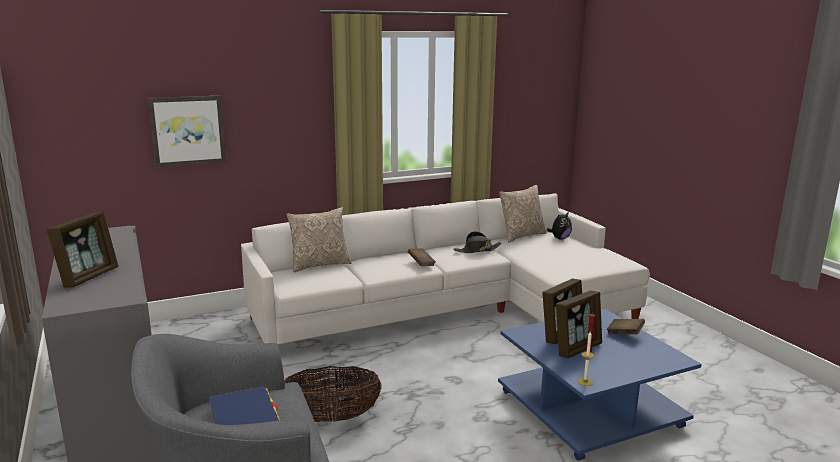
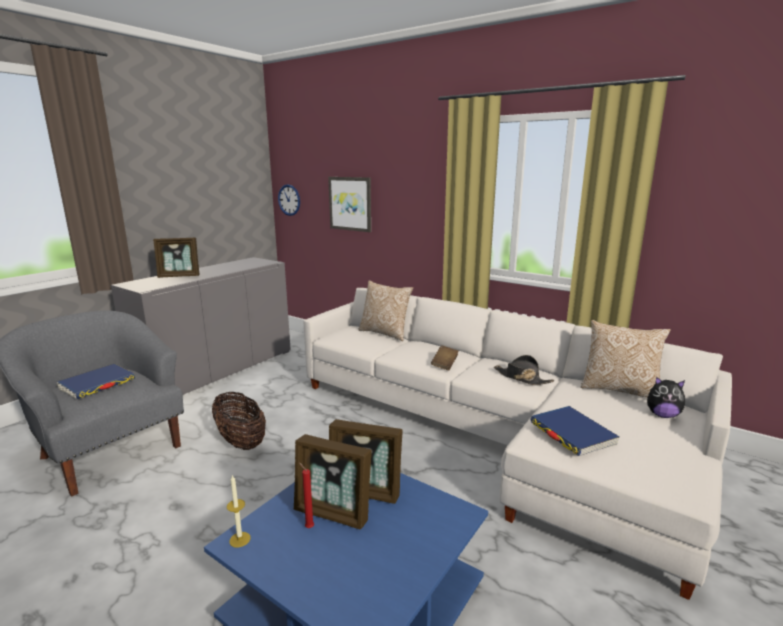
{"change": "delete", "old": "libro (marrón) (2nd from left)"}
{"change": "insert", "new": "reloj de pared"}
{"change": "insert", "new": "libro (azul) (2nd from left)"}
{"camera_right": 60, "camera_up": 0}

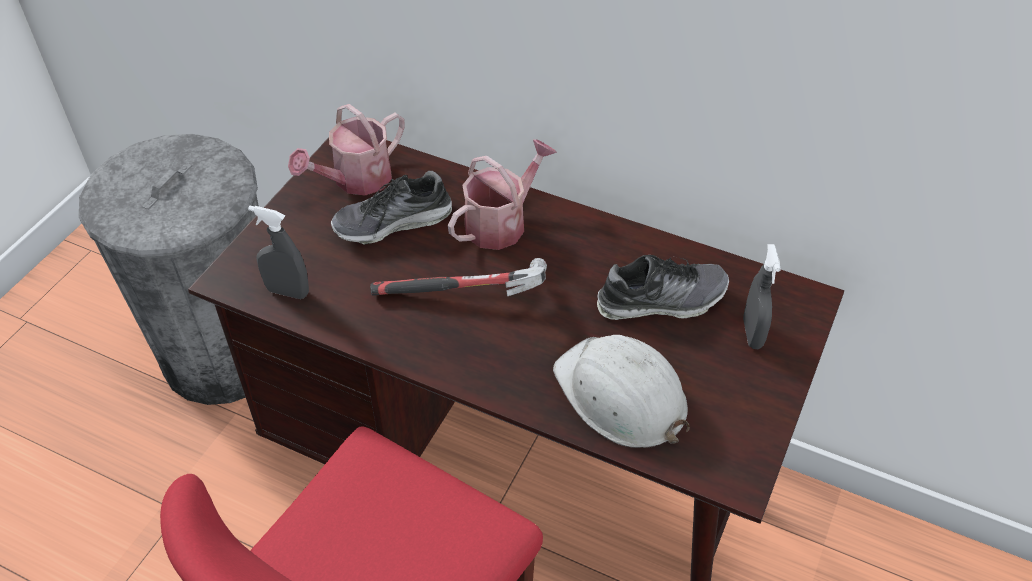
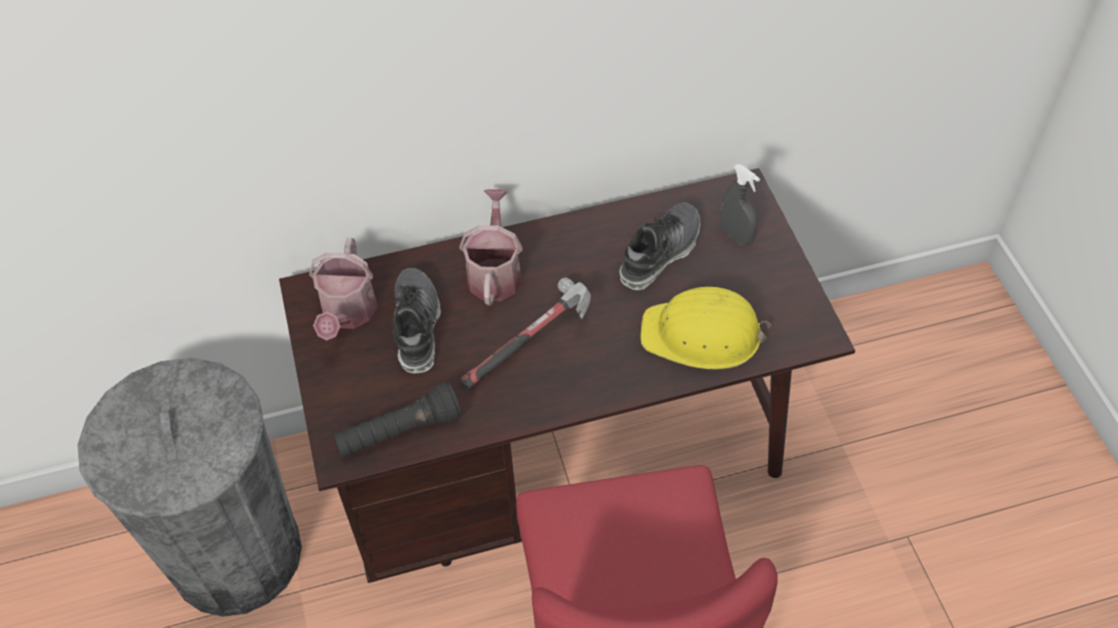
{"change": "replace", "old": "pulverizador (gris) (1st from left)", "new": "linterna (negro)"}
{"change": "recolor", "old": "casco (blanco)", "new": "casco (amarillo)"}
{"change": "rotate", "old": "zapato (1st from left)", "degrees": 150}
{"camera_right": -40, "camera_up": 5}

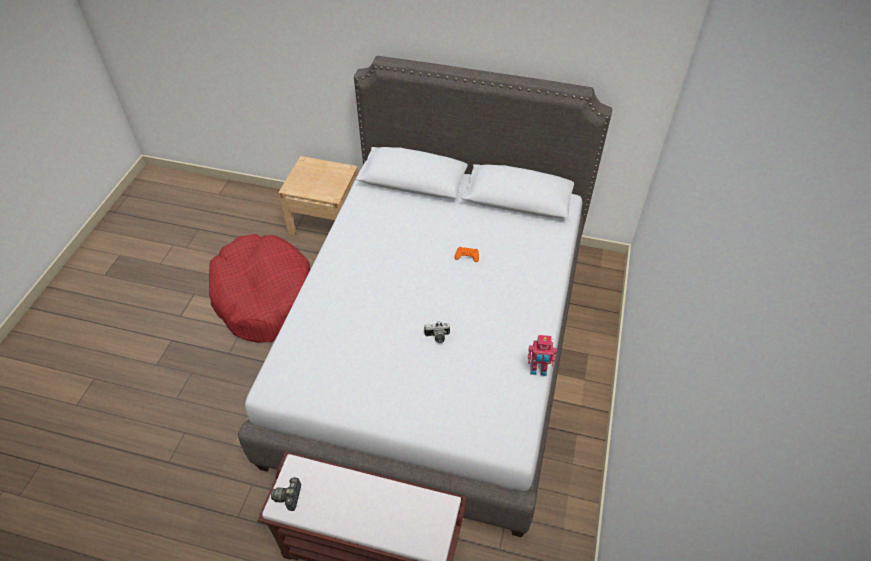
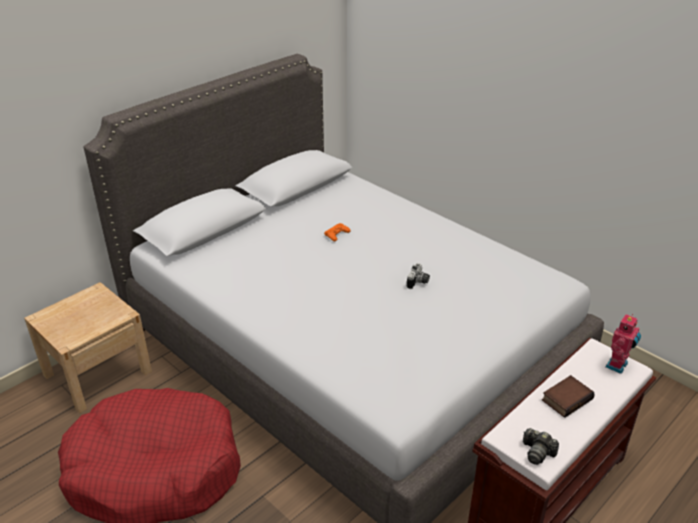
{"change": "insert", "new": "libro"}
{"change": "move", "old": "robot de juguete"}
{"camera_right": -60, "camera_up": -15}

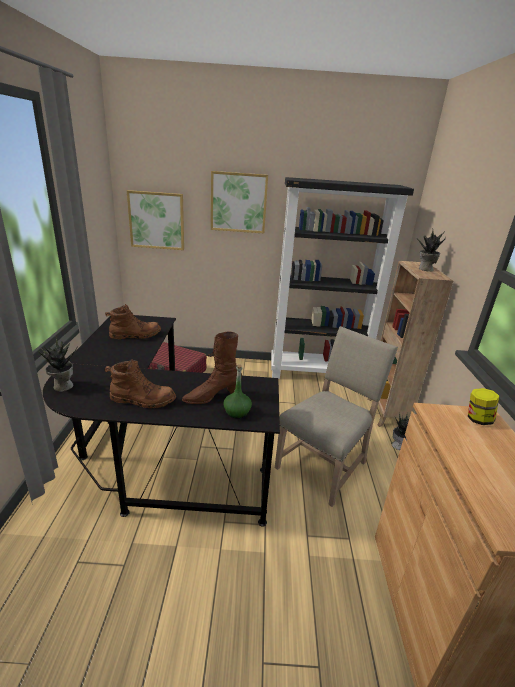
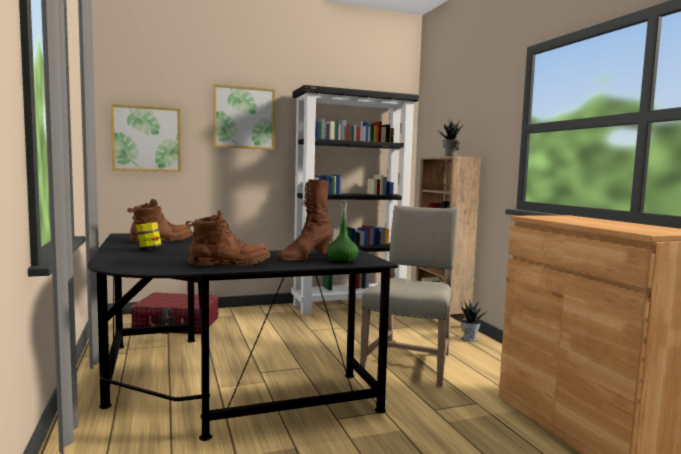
{"change": "delete", "old": "planta en maceta (1st from left)"}
{"change": "move", "old": "tarro"}
{"camera_right": -20, "camera_up": -20}

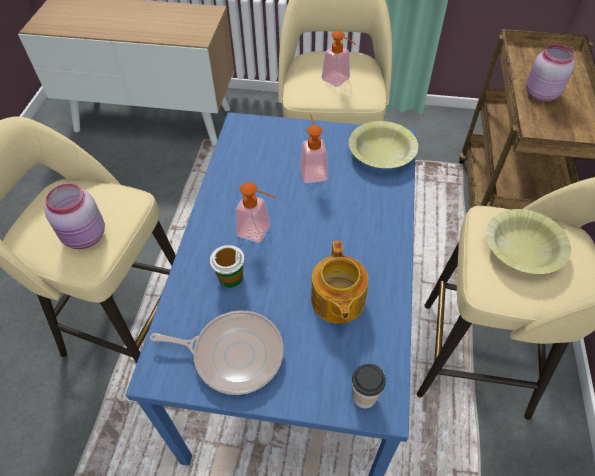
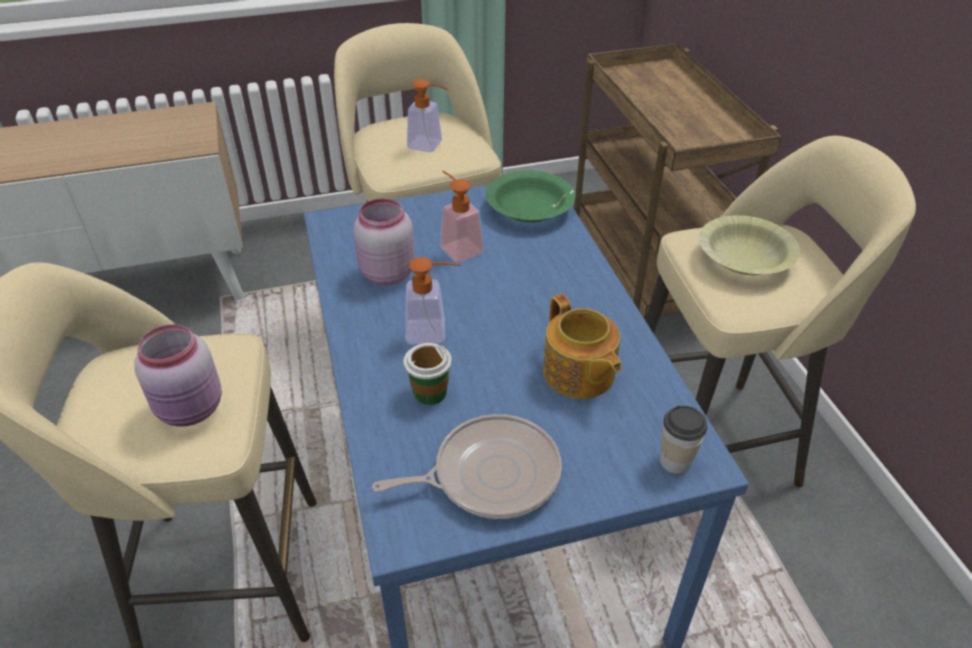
{"change": "move", "old": "tarro (rosa) (2nd from left)"}
{"change": "recolor", "old": "cuenco (amarillo) (1st from left)", "new": "cuenco (verde)"}
{"camera_right": -25, "camera_up": -10}

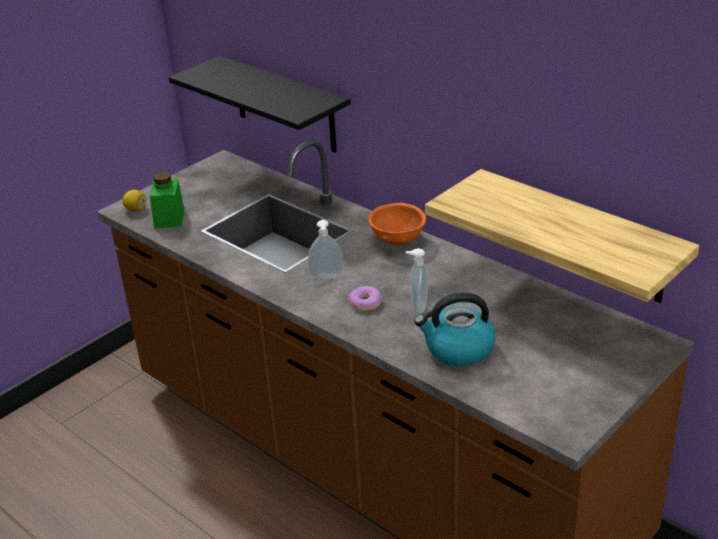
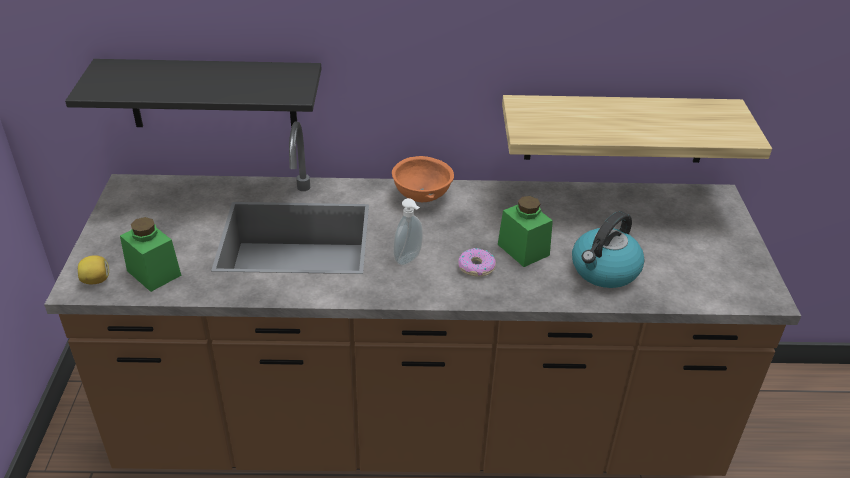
{"change": "replace", "old": "dispensador de jabón (2nd from left)", "new": "tarro (verde) (2nd from left)"}
{"camera_right": -45, "camera_up": 5}

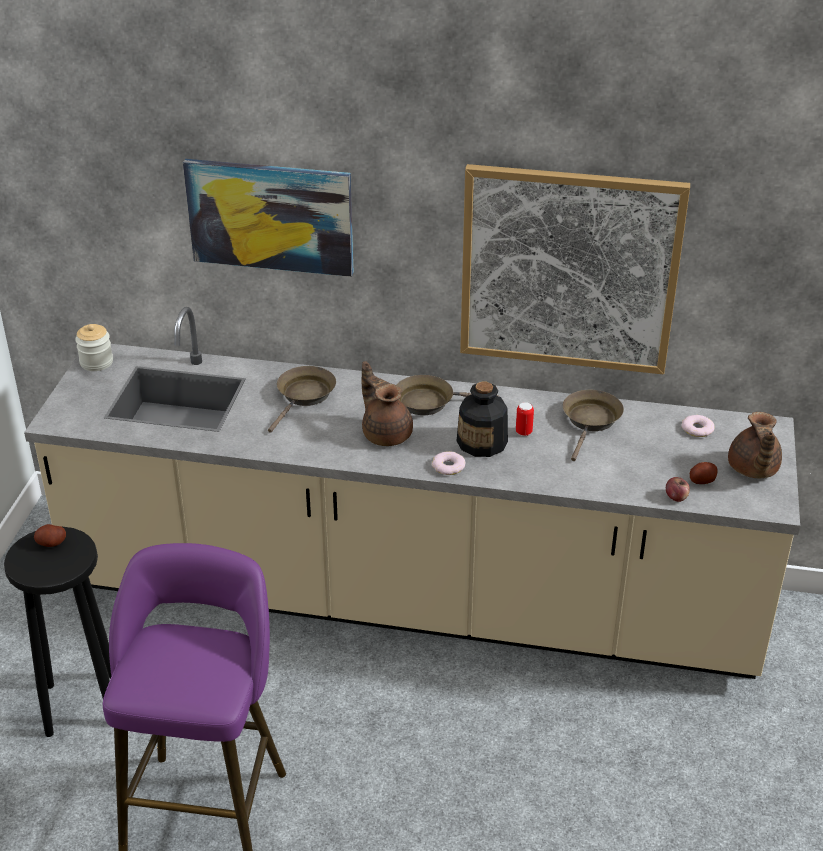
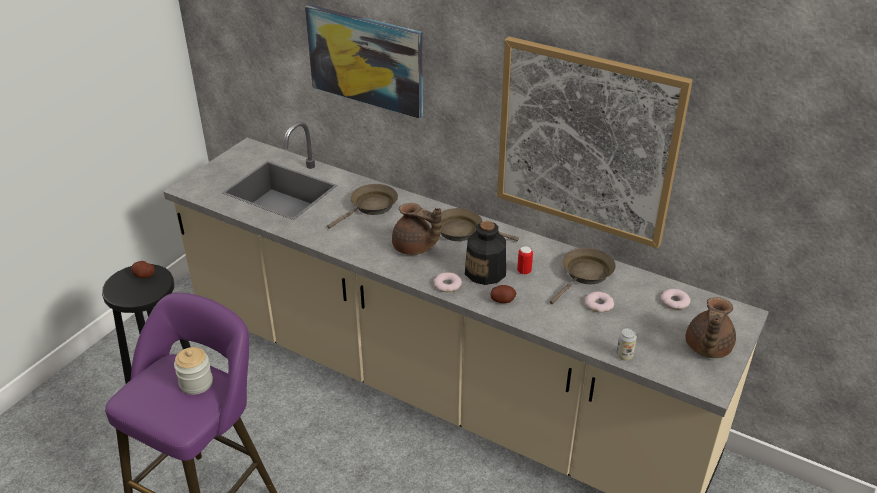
{"change": "insert", "new": "rosquilla (2nd from left)"}
{"change": "move", "old": "tarro"}
{"change": "move", "old": "patata (2nd from left)"}
{"change": "replace", "old": "manzana", "new": "lata (2nd from left)"}
{"change": "rotate", "old": "tetera (marrón) (1st from left)", "degrees": 135}
{"camera_right": 20, "camera_up": 0}

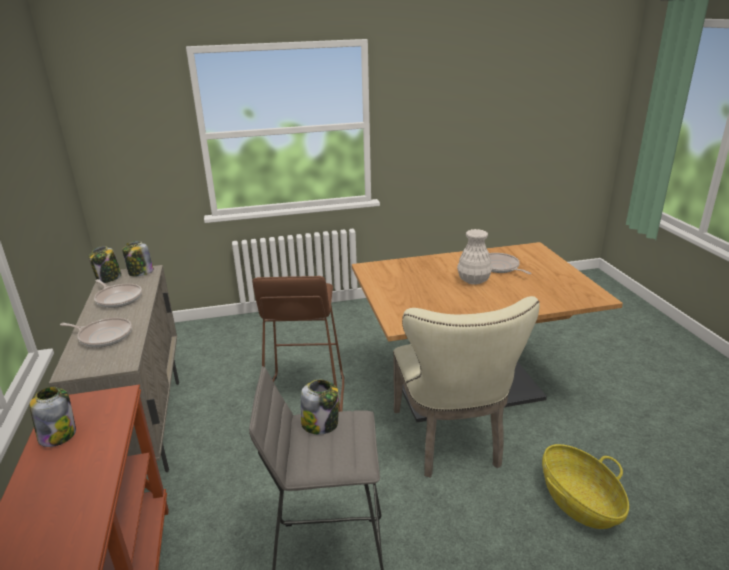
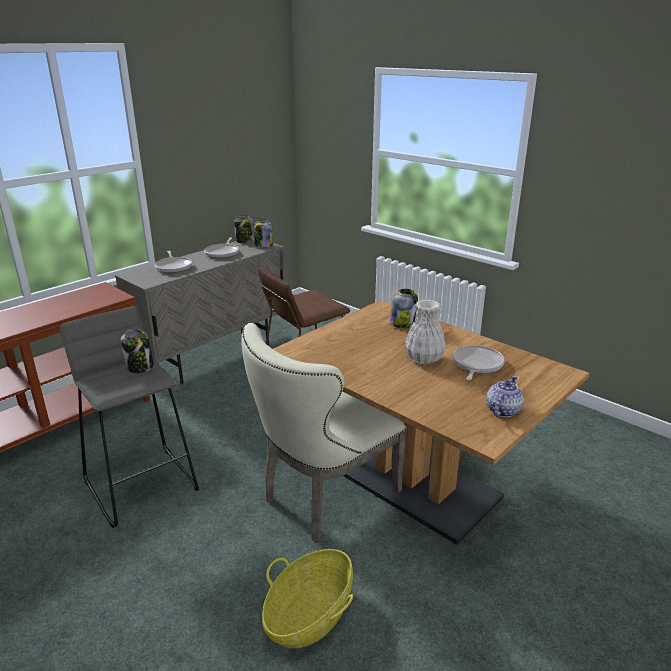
{"change": "insert", "new": "tetera"}
{"change": "move", "old": "tarro (1st from left in the first image)", "new": "tarro (4th from left)"}
{"camera_right": 55, "camera_up": 0}

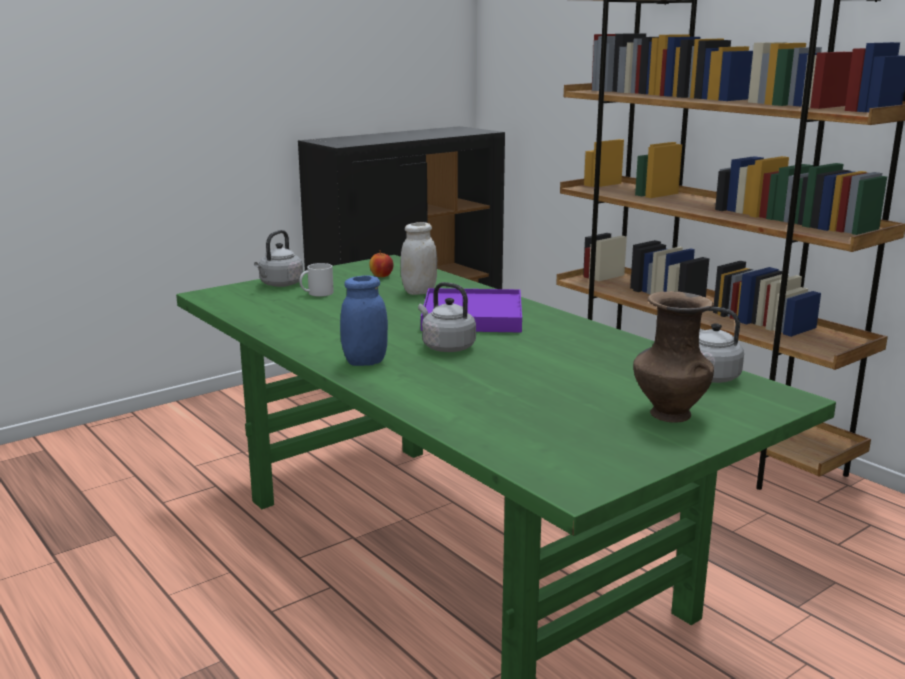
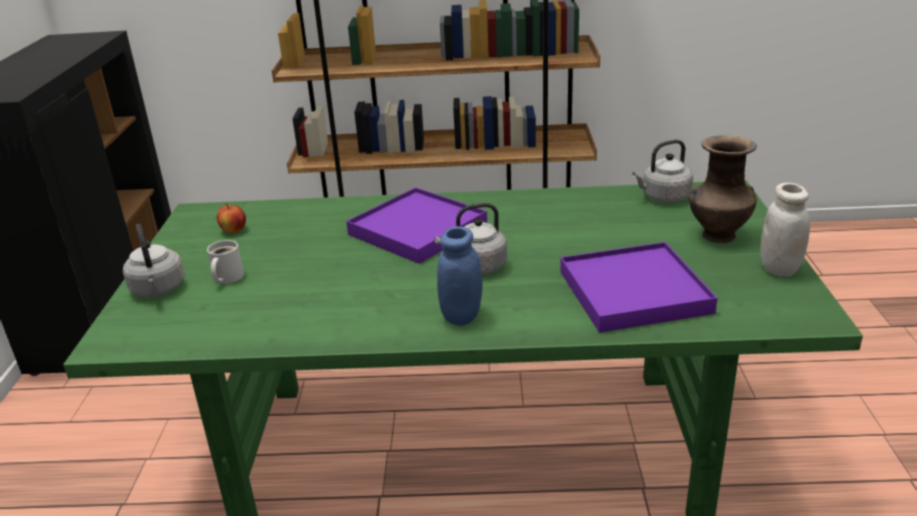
{"change": "insert", "new": "bandeja (morado) (2nd from left)"}
{"change": "move", "old": "tarro (blanco)"}
{"camera_right": -50, "camera_up": 10}

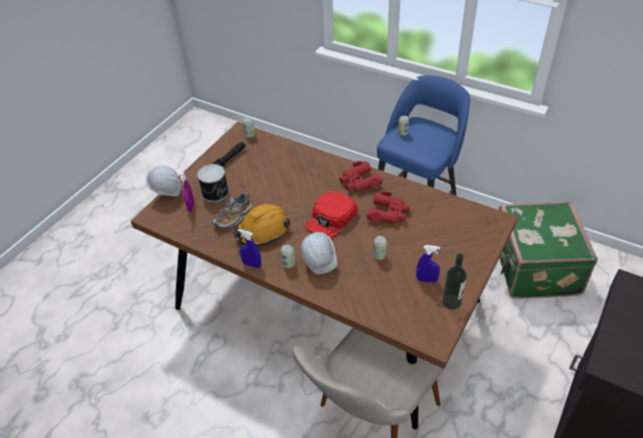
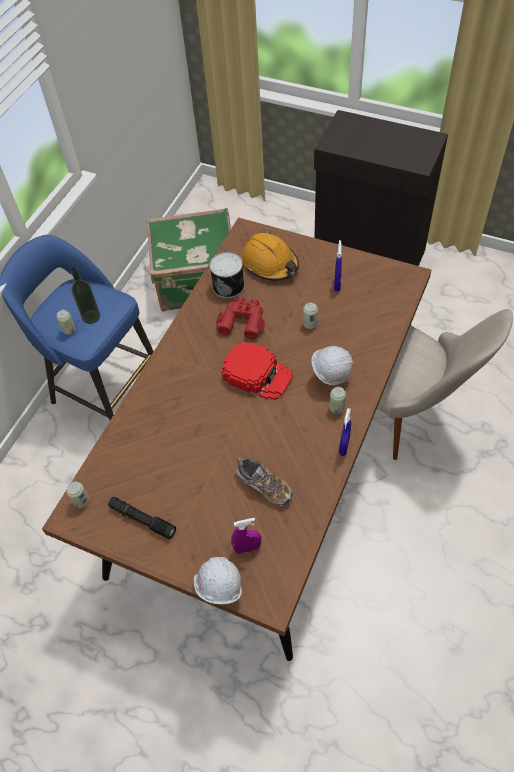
{"change": "delete", "old": "prismáticos (rojo) (1st from left)"}
{"change": "move", "old": "lata (1st from left in the first image)", "new": "lata (3rd from left)"}
{"change": "move", "old": "casco (naranja)"}
{"change": "move", "old": "botella"}
{"camera_right": -95, "camera_up": 10}

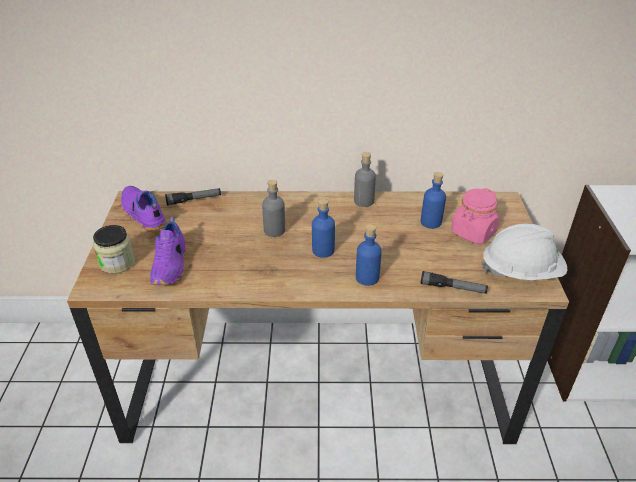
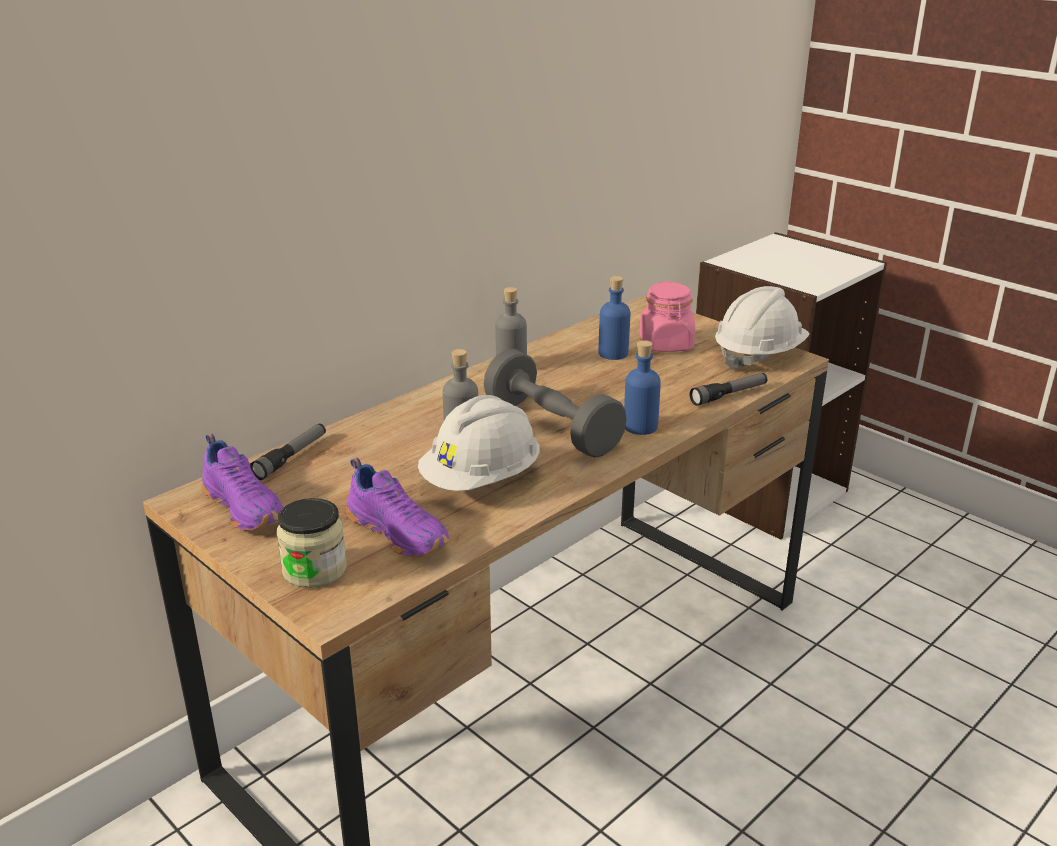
{"change": "insert", "new": "casco (blanco) (1st from left)"}
{"change": "replace", "old": "botella (azul) (1st from left)", "new": "mancuerna (gris)"}
{"change": "rotate", "old": "zapato (morado) (1st from left)", "degrees": -135}
{"camera_right": -45, "camera_up": -10}

